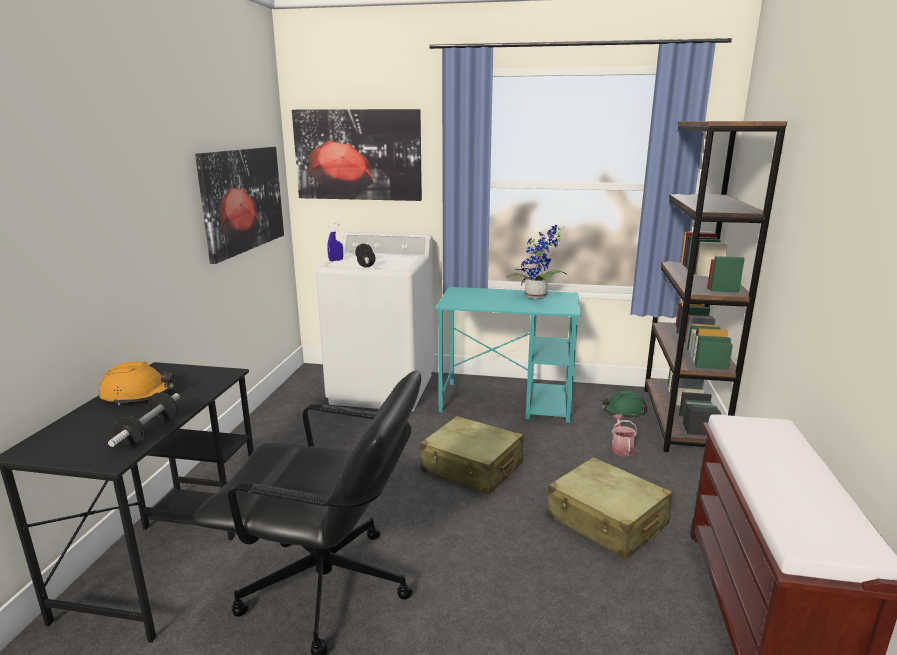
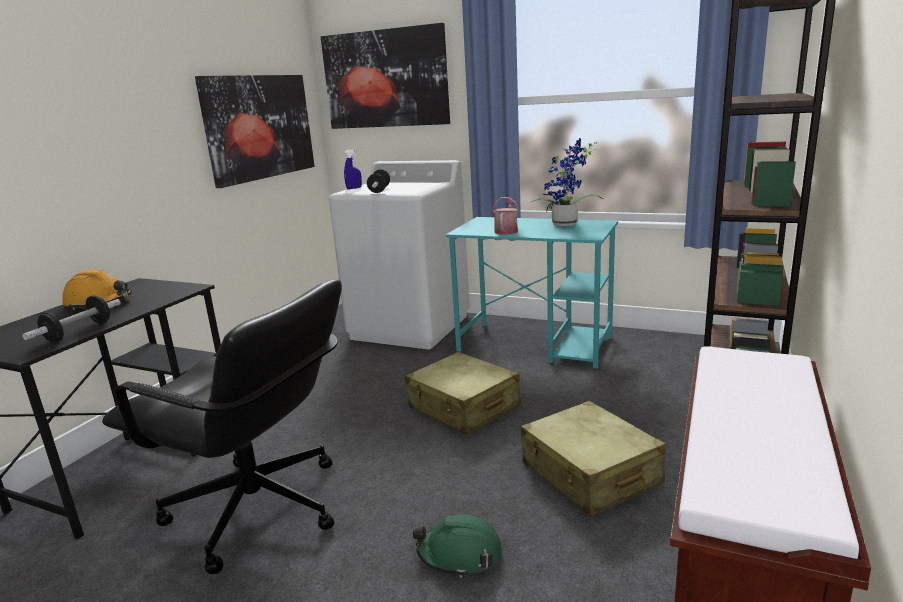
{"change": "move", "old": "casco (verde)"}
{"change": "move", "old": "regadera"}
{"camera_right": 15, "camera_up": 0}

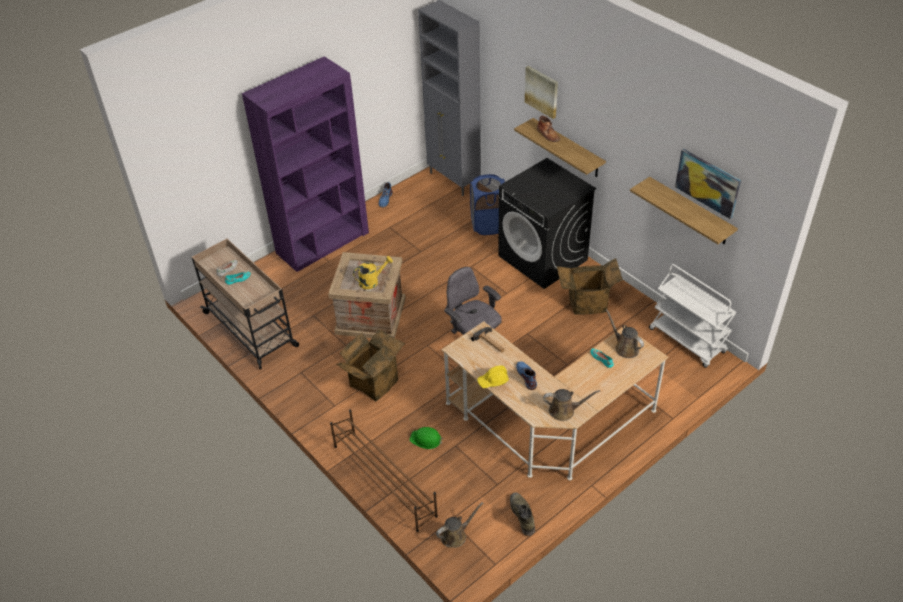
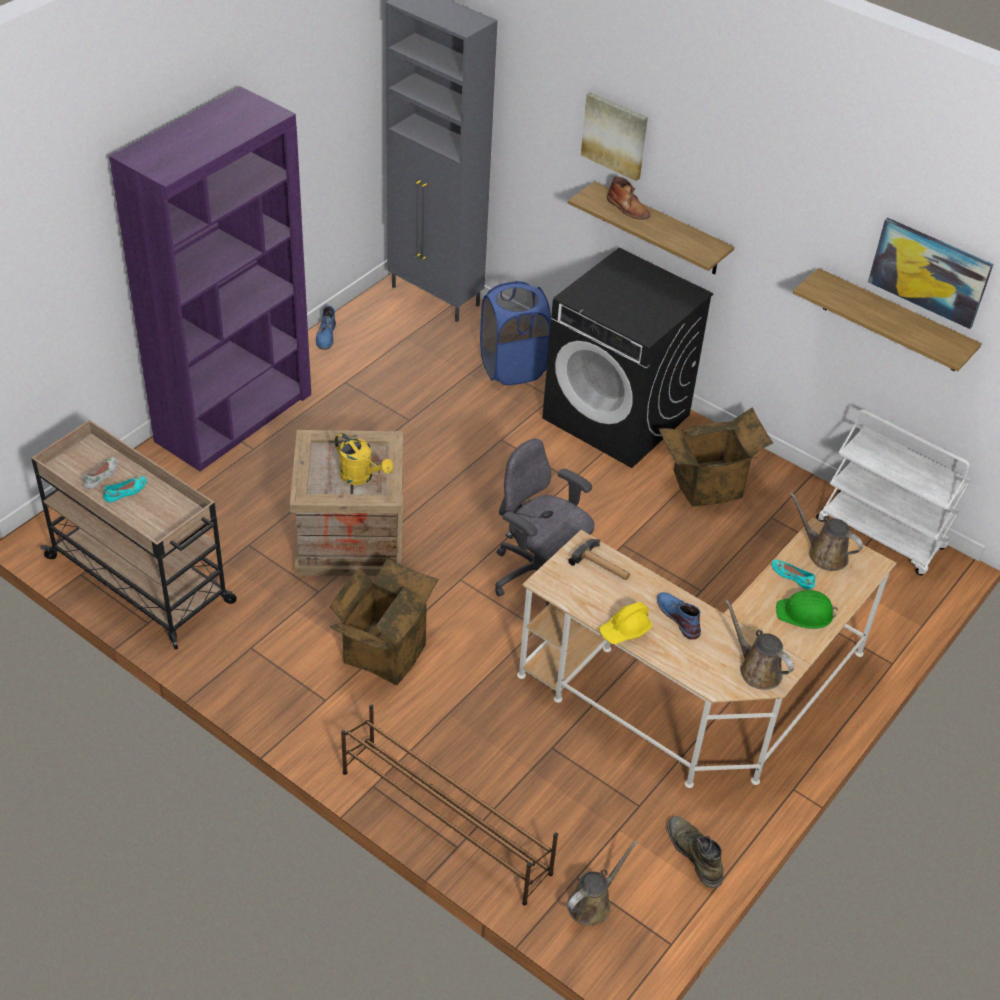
{"change": "move", "old": "casco (verde)"}
{"change": "rotate", "old": "regadera (amarillo)", "degrees": 75}
{"change": "rotate", "old": "regadera (marrón) (2nd from left)", "degrees": -120}
{"camera_right": -15, "camera_up": 0}

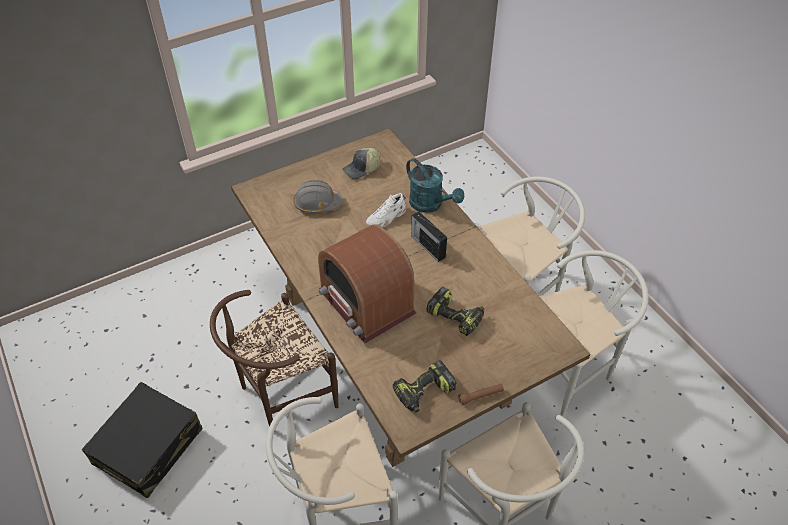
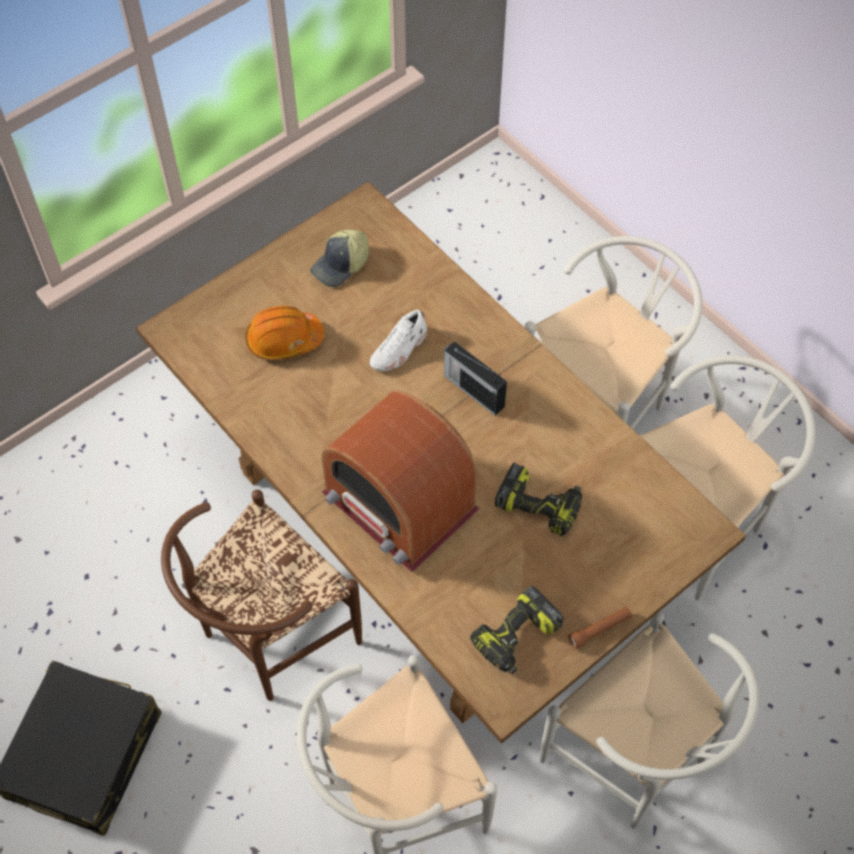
{"change": "delete", "old": "regadera (turquesa)"}
{"change": "recolor", "old": "casco (gris)", "new": "casco (naranja)"}
{"camera_right": -10, "camera_up": 10}

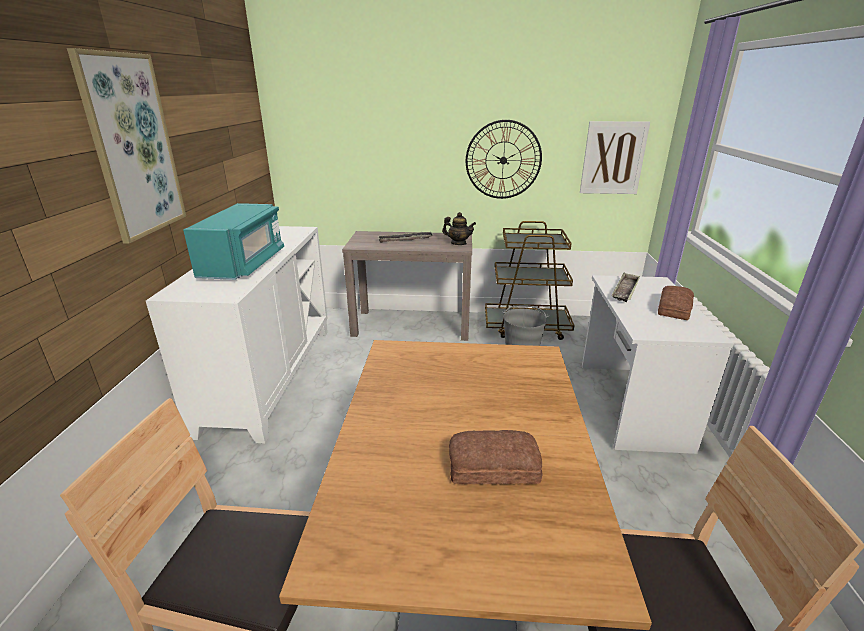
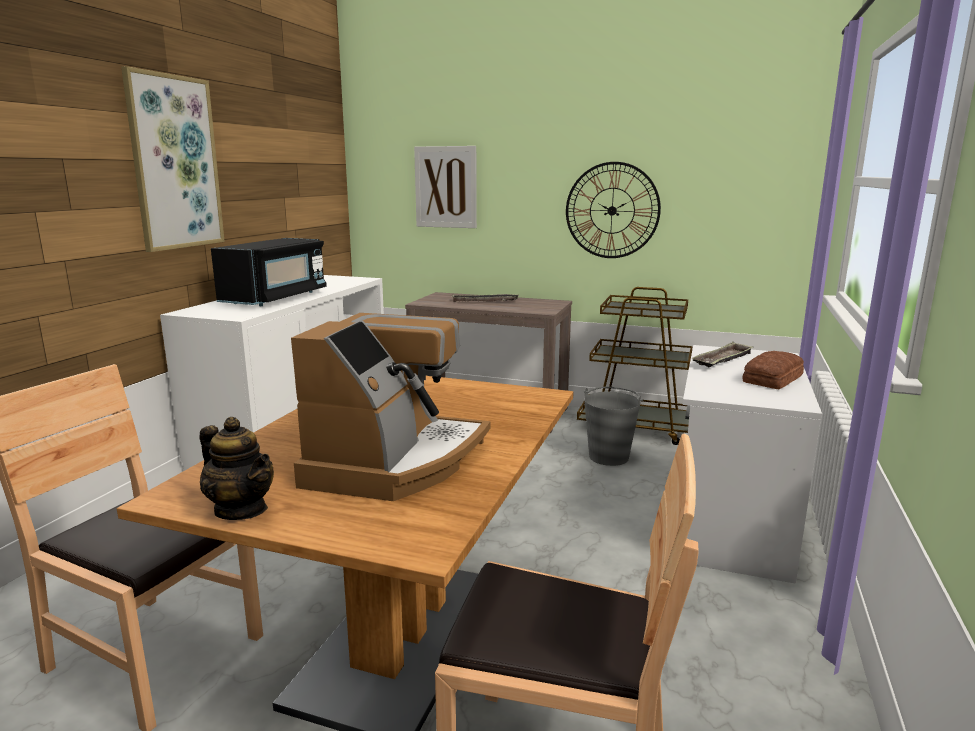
{"change": "move", "old": "tetera"}
{"change": "move", "old": "cuadro (2nd from left)"}
{"change": "replace", "old": "pan (1st from left)", "new": "cafetera"}
{"change": "recolor", "old": "microondas (turquesa)", "new": "microondas (negro)"}
{"camera_right": 15, "camera_up": -10}

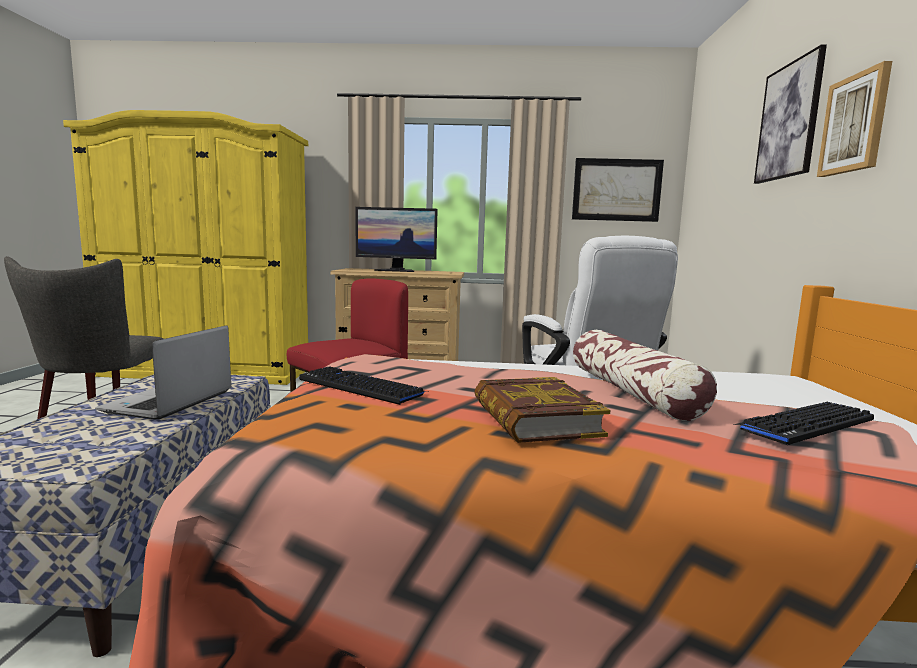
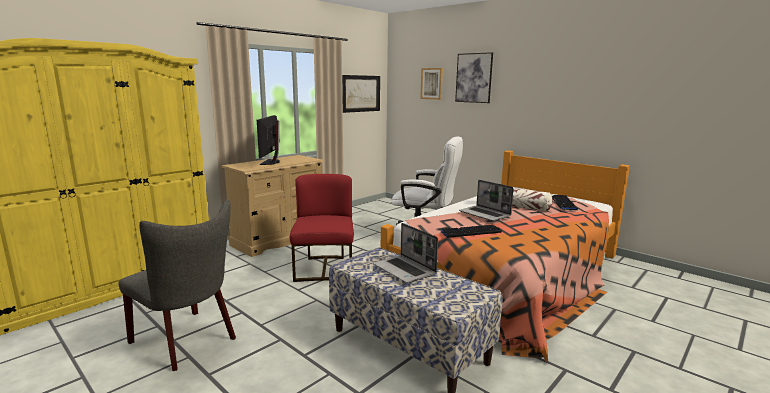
{"change": "delete", "old": "libro"}
{"change": "insert", "new": "portátil (2nd from left)"}
{"change": "move", "old": "cuadro (3rd from left in the first image)", "new": "cuadro (2nd from left)"}
{"change": "rotate", "old": "monitor", "degrees": 135}
{"camera_right": -50, "camera_up": 5}

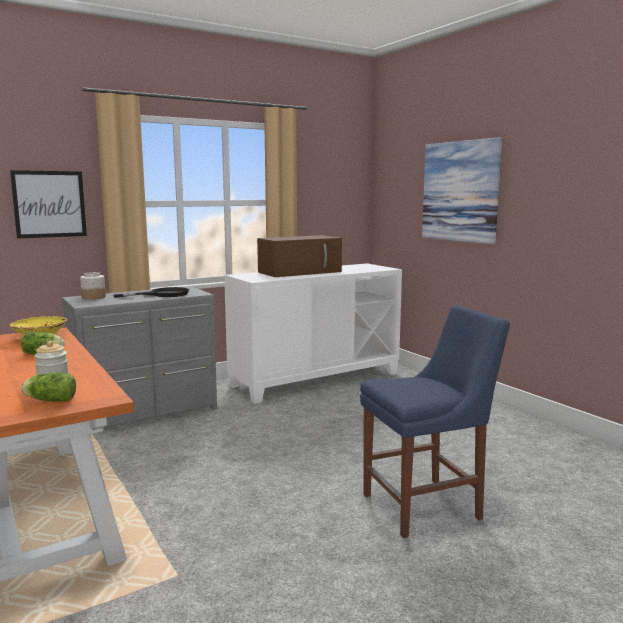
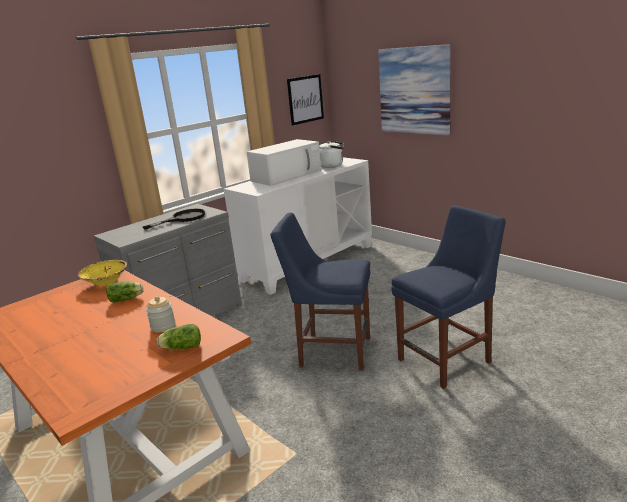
{"change": "delete", "old": "tarro (2nd from left)"}
{"change": "insert", "new": "silla (azul) (1st from left)"}
{"change": "insert", "new": "hervidor (blanco)"}
{"change": "move", "old": "cuadro (1st from left)"}
{"change": "recolor", "old": "microondas (marrón)", "new": "microondas (blanco)"}
{"camera_right": -10, "camera_up": 10}

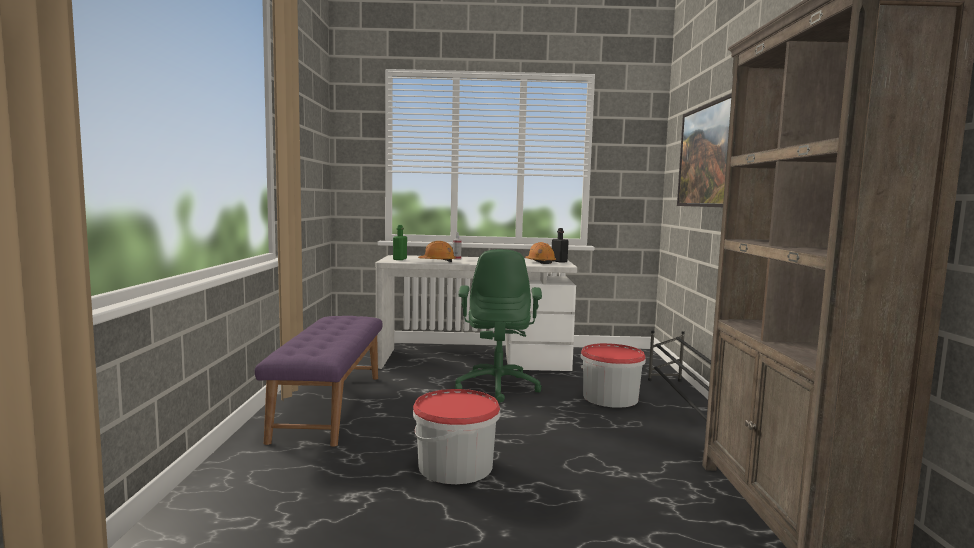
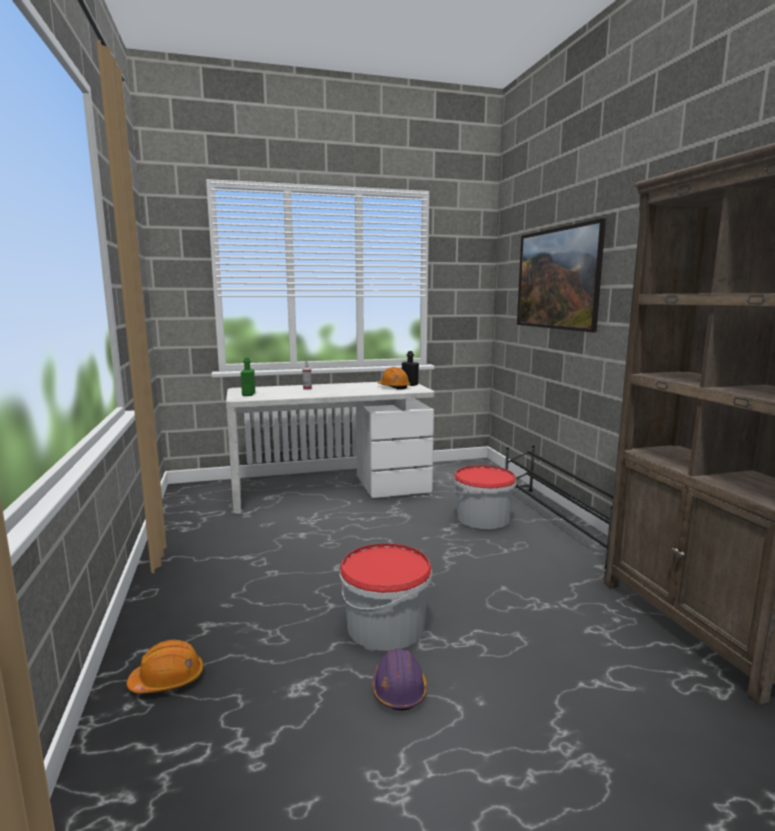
{"change": "delete", "old": "banco (morado)"}
{"change": "delete", "old": "silla de oficina (verde)"}
{"change": "insert", "new": "casco (morado)"}
{"change": "move", "old": "casco (naranja) (1st from left)"}
{"camera_right": -15, "camera_up": 5}

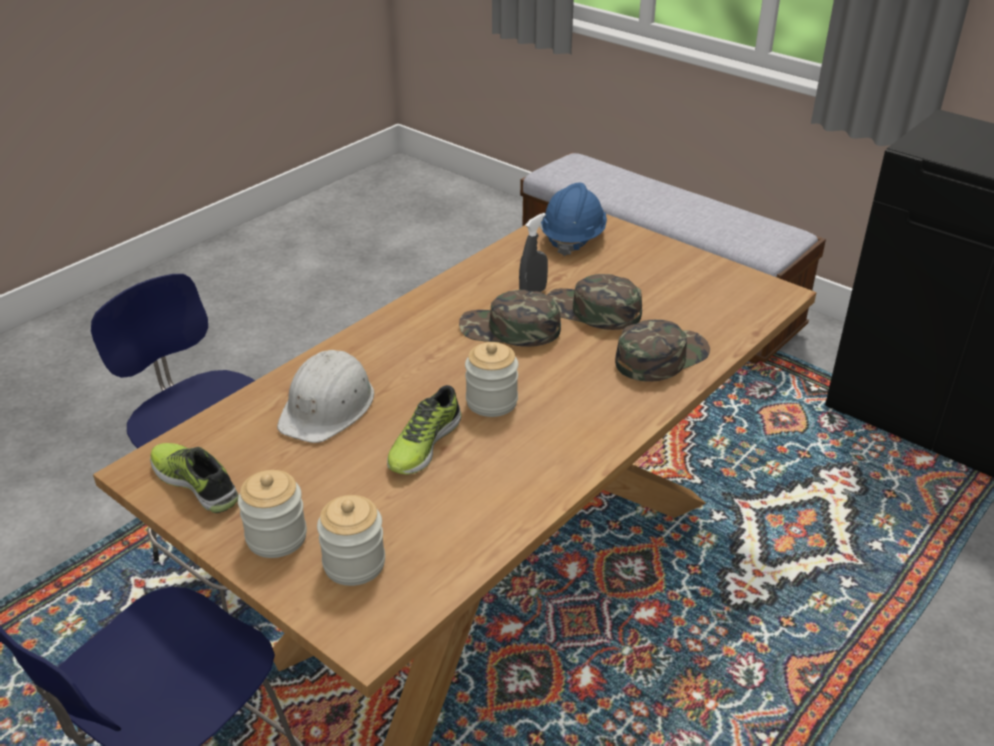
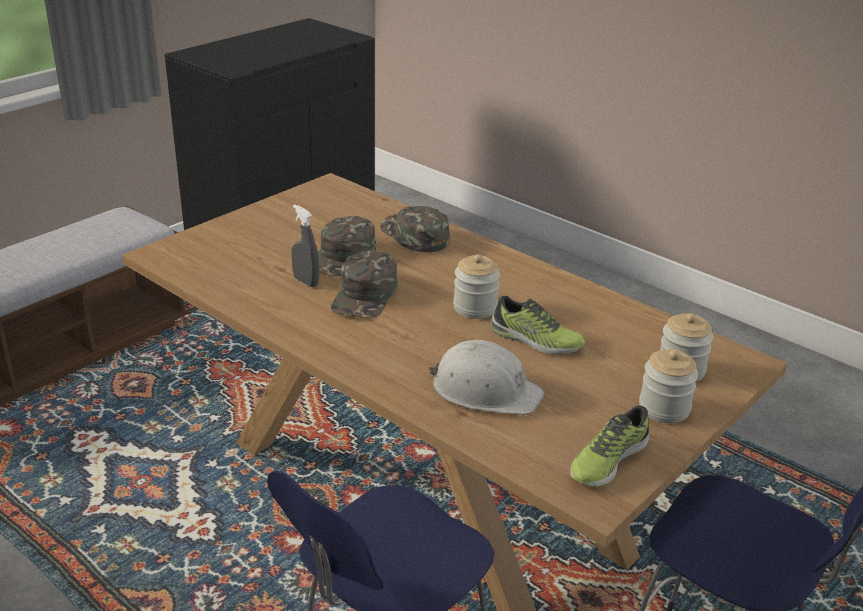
{"change": "delete", "old": "casco (azul)"}
{"camera_right": -90, "camera_up": -5}

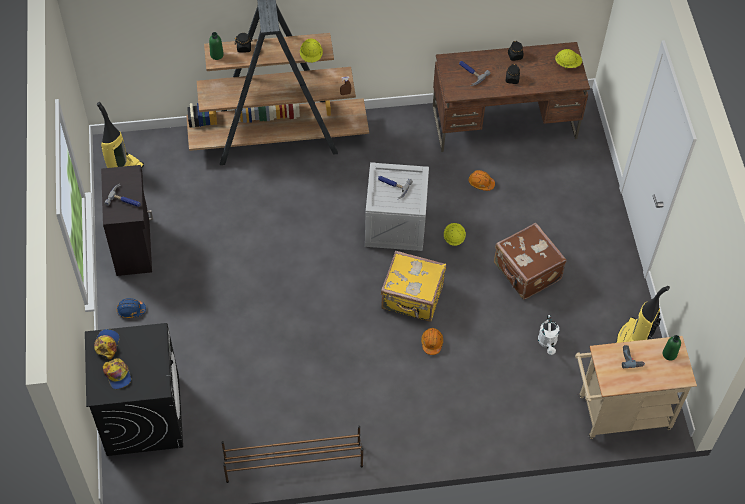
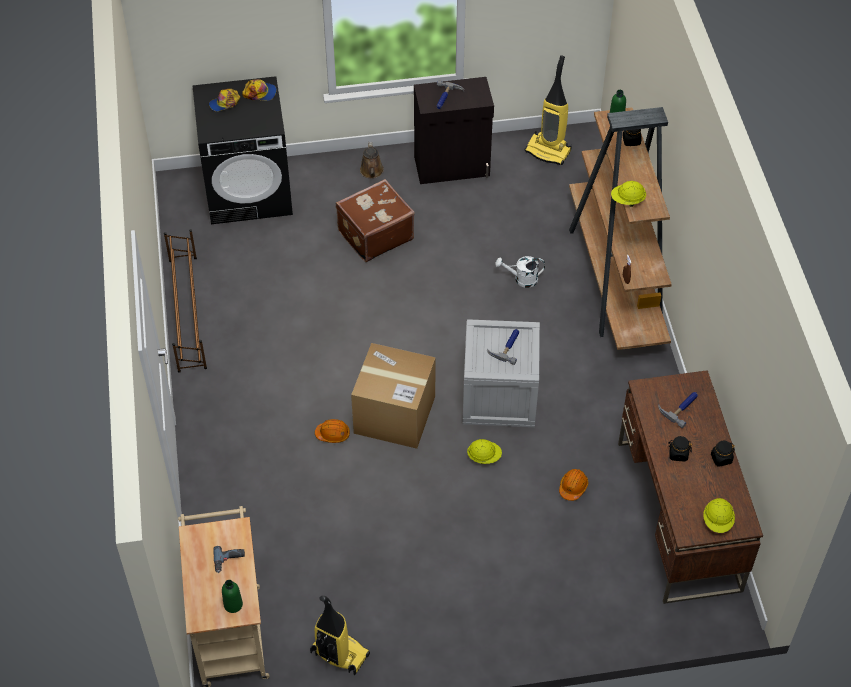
{"change": "move", "old": "maleta (marrón)"}
{"change": "move", "old": "regadera (blanco)"}
{"change": "replace", "old": "casco (azul)", "new": "regadera (marrón)"}
{"change": "replace", "old": "maleta (amarillo)", "new": "caja de cartón"}
{"camera_right": 90, "camera_up": -5}

